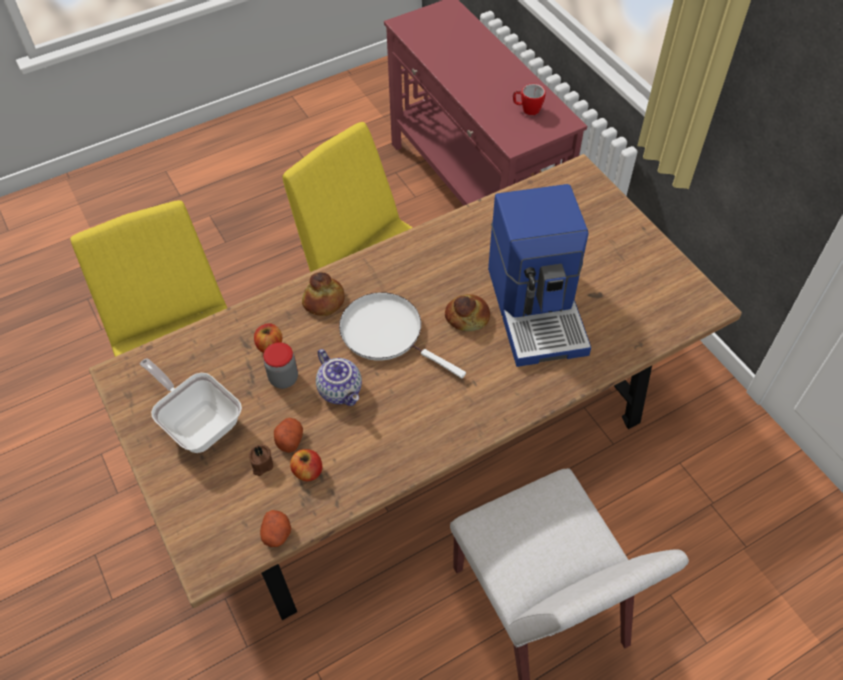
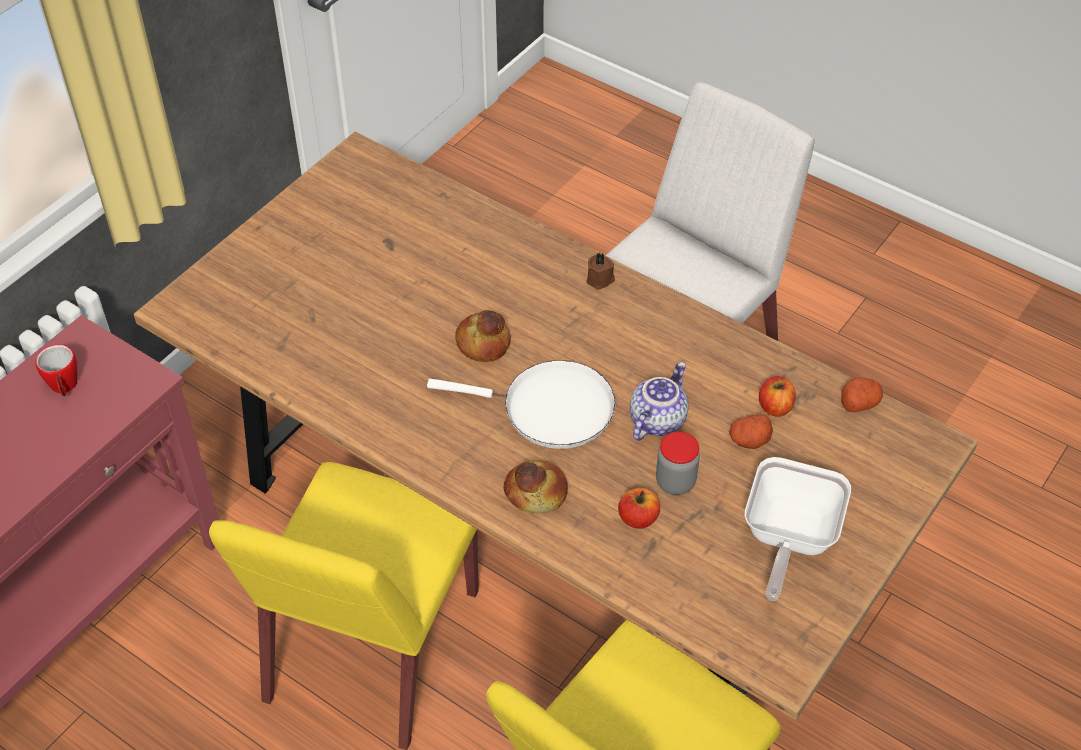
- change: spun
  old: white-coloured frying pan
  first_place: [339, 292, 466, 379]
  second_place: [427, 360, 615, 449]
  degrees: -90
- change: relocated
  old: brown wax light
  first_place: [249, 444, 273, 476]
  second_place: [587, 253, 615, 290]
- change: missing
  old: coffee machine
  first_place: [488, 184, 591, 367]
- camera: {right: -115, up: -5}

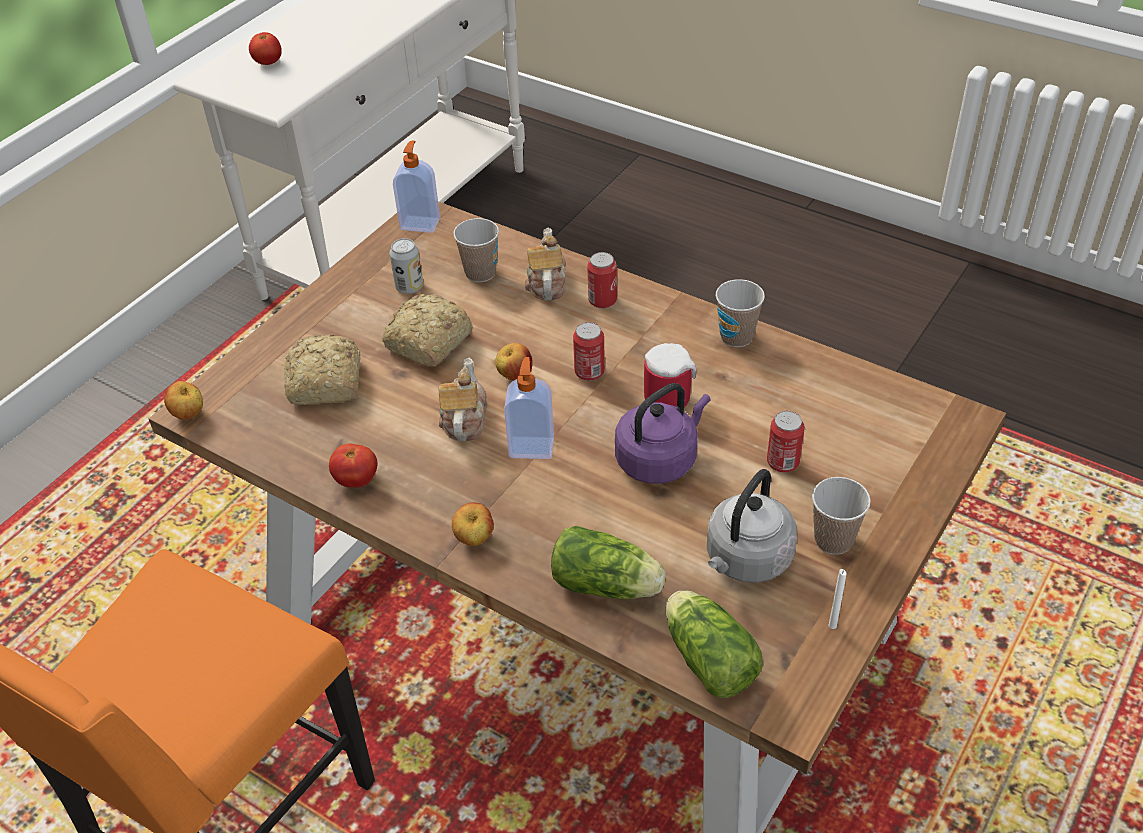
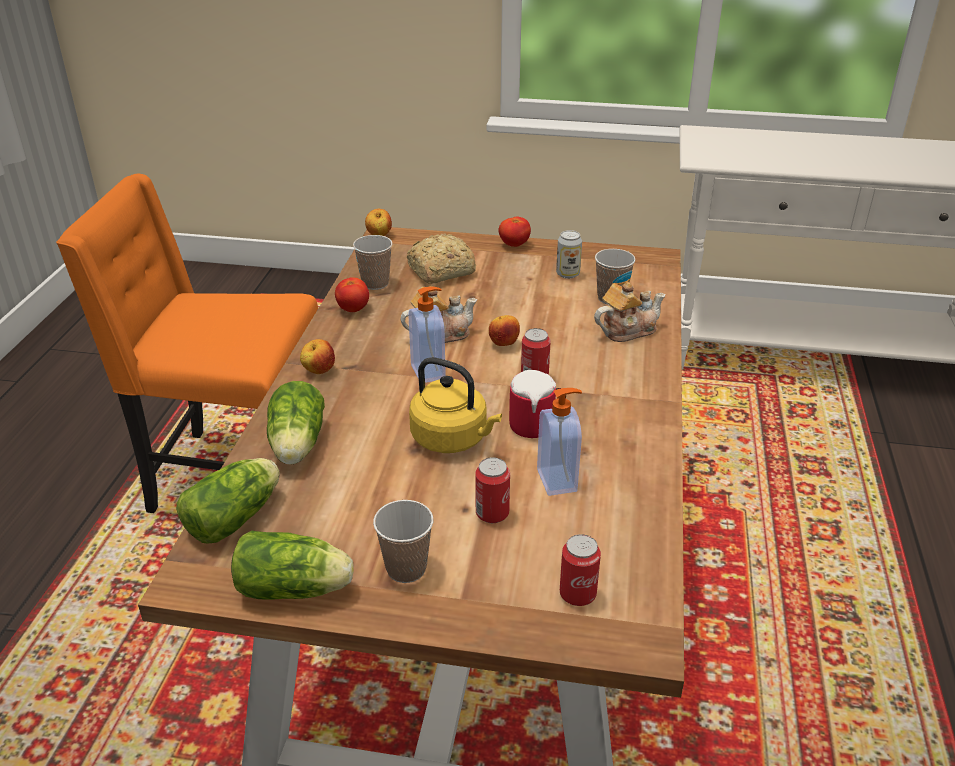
- change: exchanged
  old: white-coloured wax light
  new: head of lettuce
  first_place: [829, 569, 846, 629]
  second_place: [231, 531, 354, 600]
- change: relocated
  old: cup
  first_place: [716, 279, 765, 348]
  second_place: [353, 235, 393, 290]
- change: colour
  old: purple-coloured water kettle
  new: yellowish water kettle
  first_place: [615, 383, 710, 484]
  second_place: [409, 357, 502, 453]
- change: relocated
  old: tomato
  first_place: [249, 32, 282, 65]
  second_place: [498, 217, 531, 247]
- change: relocated
  old: liquid soap bottle
  first_place: [393, 141, 440, 233]
  second_place: [537, 388, 582, 496]
- change: relocated
  old: can
  first_place: [587, 252, 617, 308]
  second_place: [560, 534, 601, 606]
- change: missing
  old: bakery bread
  first_place: [382, 294, 473, 366]
- change: missing
  old: gray water kettle
  first_place: [707, 469, 797, 583]
- camera: {right: 65, up: -10}

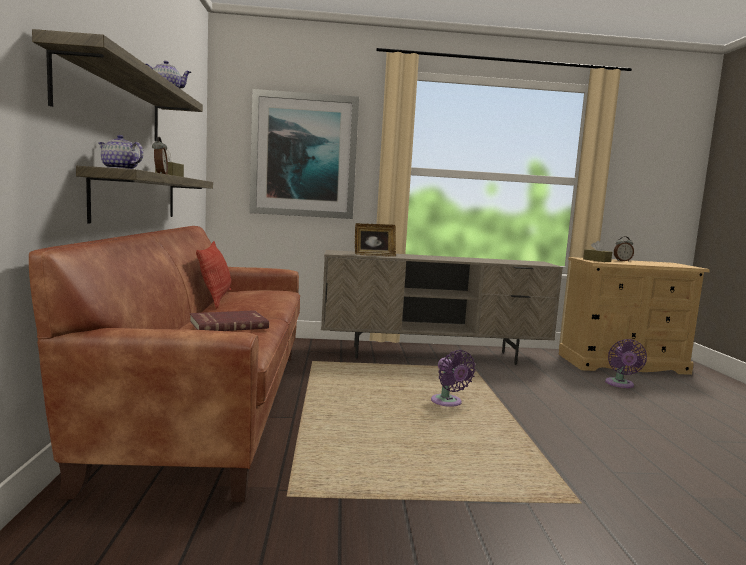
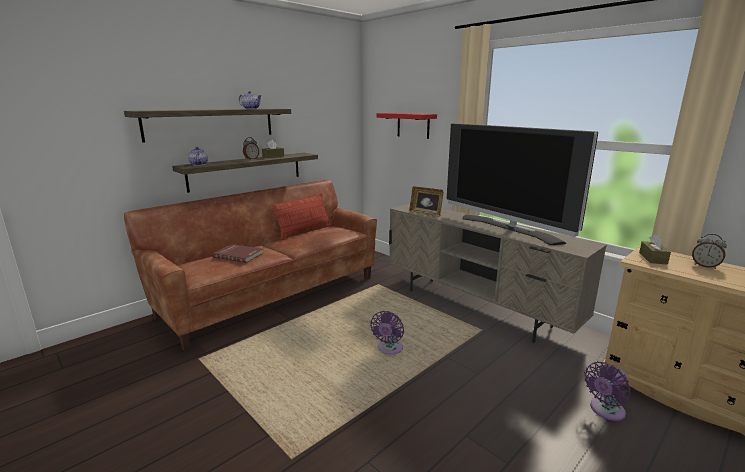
- change: exchanged
  old: picture
  new: red-coloured bracket shelf
  first_place: [249, 89, 359, 219]
  second_place: [376, 113, 437, 139]
- change: appeared
  new: television
  second_place: [447, 123, 598, 245]
- camera: {right: 50, up: 10}

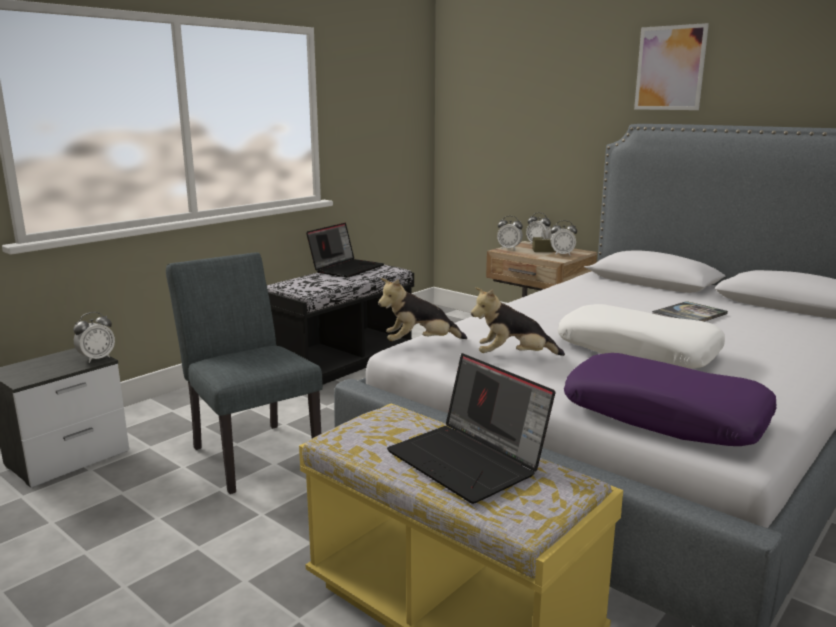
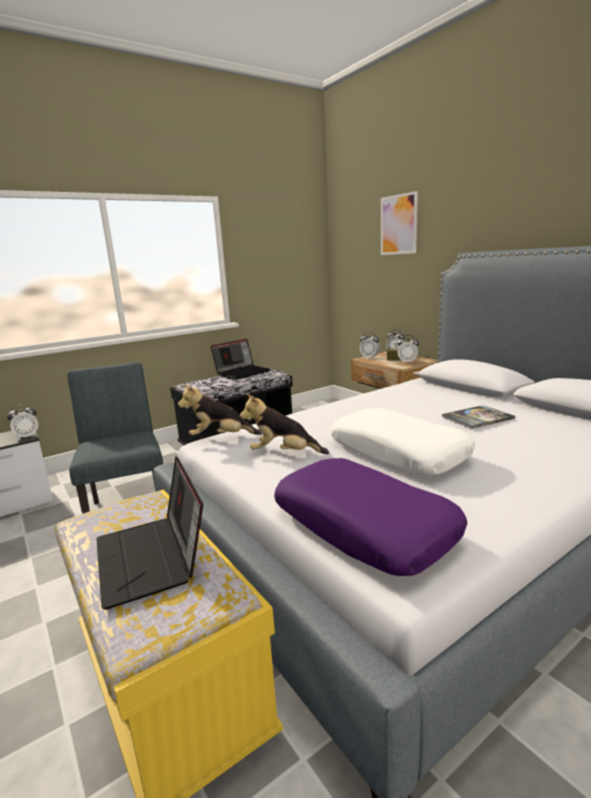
- change: relocated
  old: picture
  first_place: [634, 23, 709, 110]
  second_place: [381, 191, 418, 255]
- camera: {right: 15, up: 0}

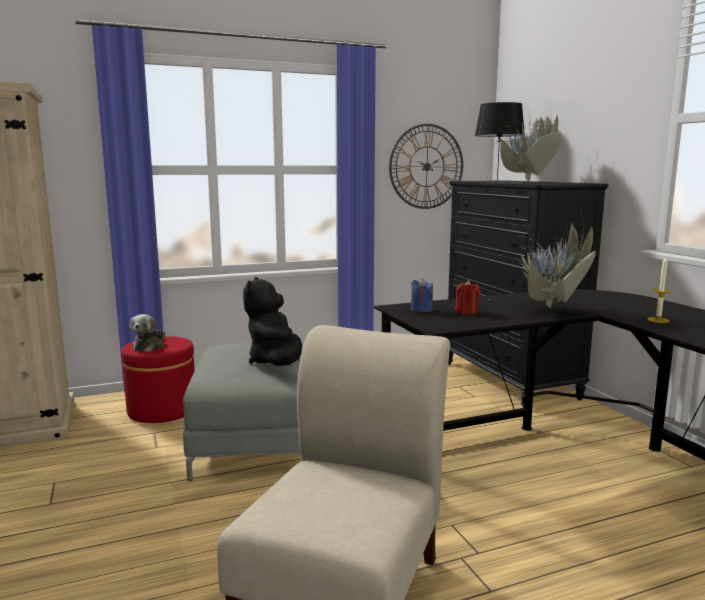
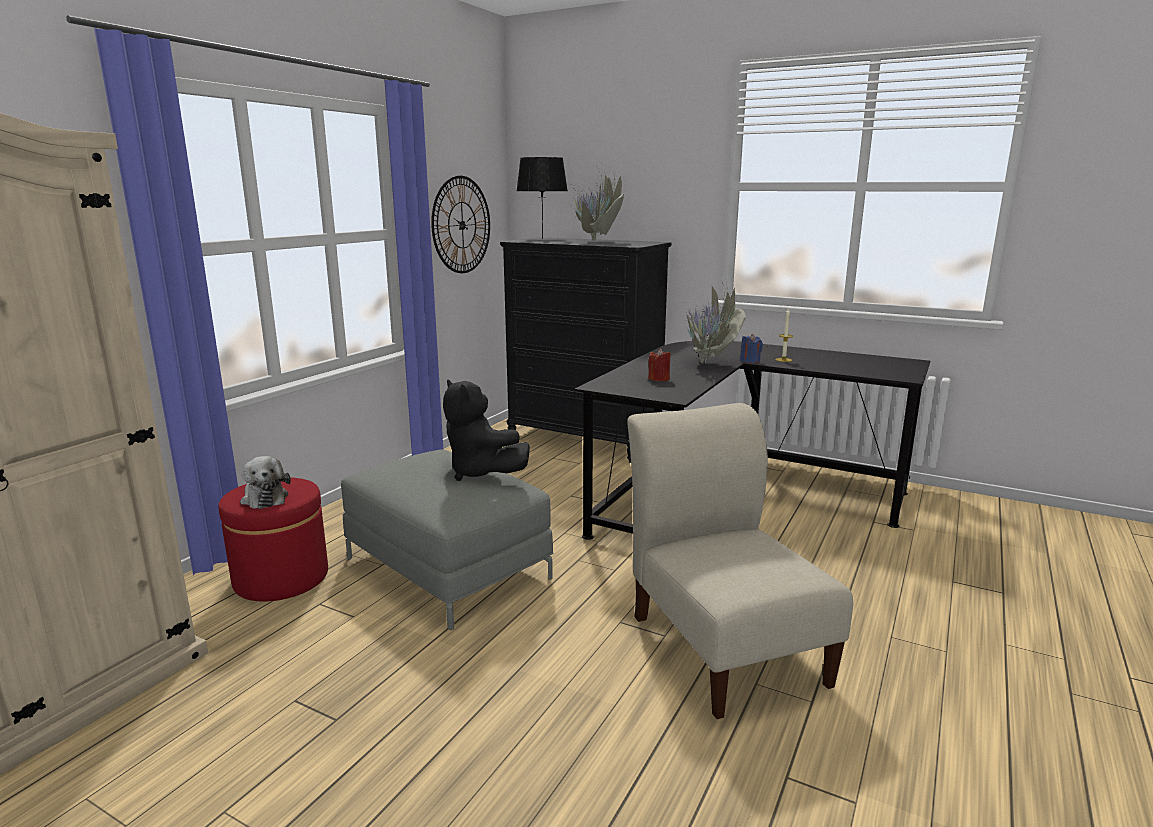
- change: relocated
  old: blue-coloured wax light
  first_place: [411, 278, 433, 313]
  second_place: [740, 334, 763, 364]
- camera: {right: -40, up: 5}

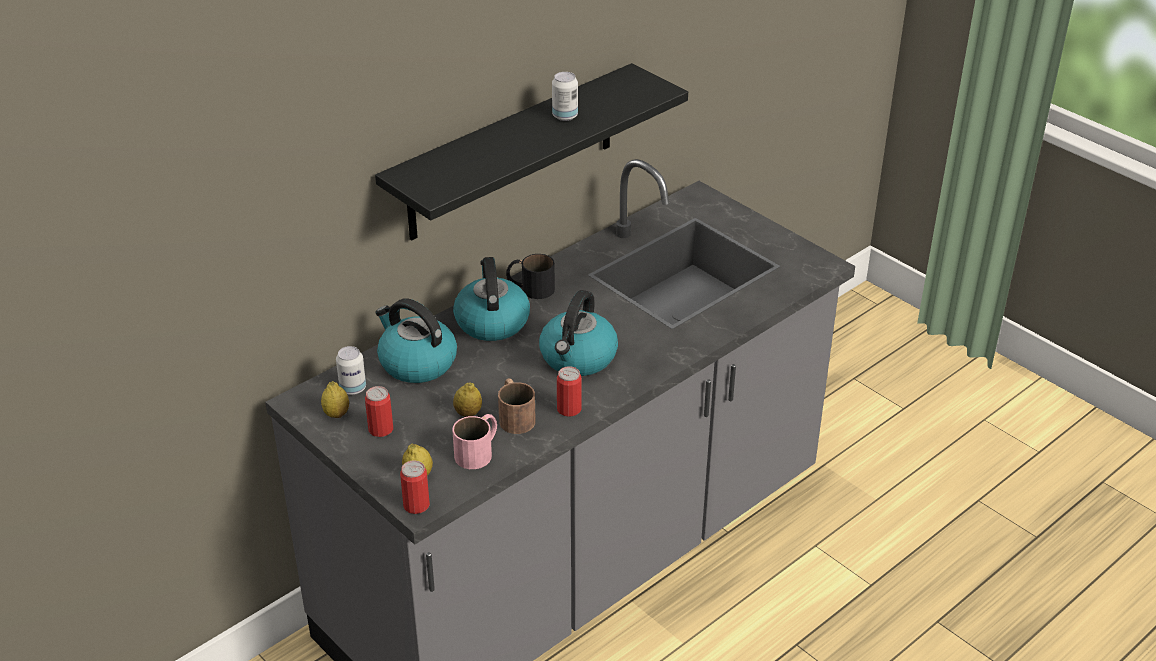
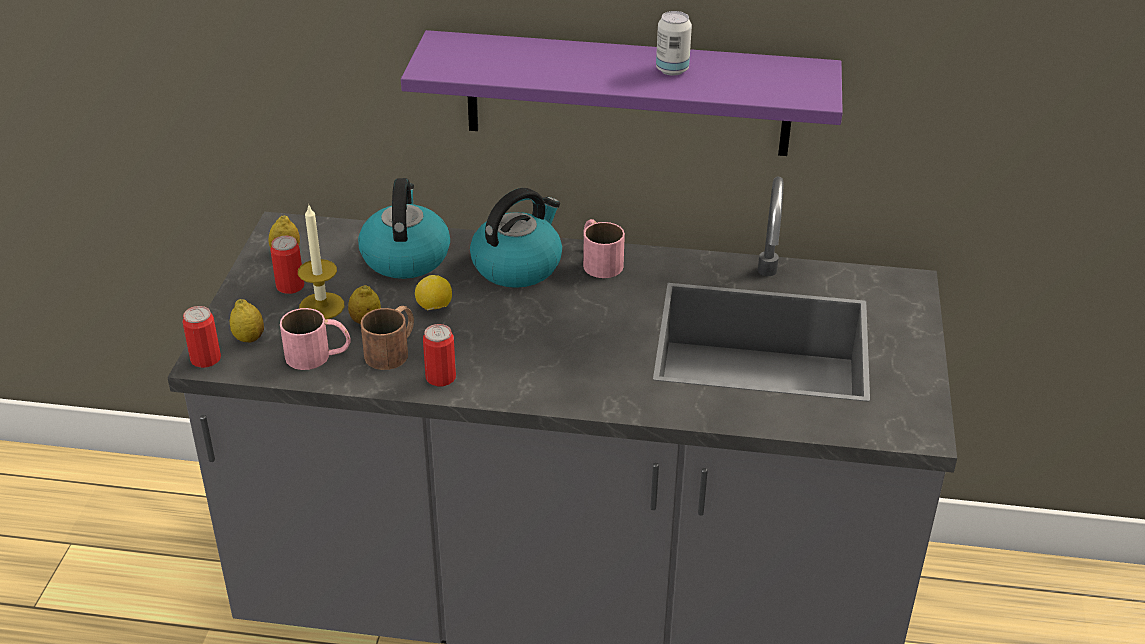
- change: appeared
  new: wax light
  second_place: [298, 204, 345, 320]
- change: colour
  old: black-coloured bracket shelf
  new: purple-coloured bracket shelf
  first_place: [375, 63, 688, 241]
  second_place: [401, 30, 843, 156]
- change: appeared
  new: whole lemon
  second_place: [415, 275, 452, 310]
- change: colour
  old: black-coloured mug
  new: pink-coloured mug
  first_place: [506, 254, 555, 299]
  second_place: [583, 219, 625, 278]
- change: missing
  old: can
  first_place: [336, 346, 366, 395]
- change: missing
  old: water kettle
  first_place: [539, 290, 618, 376]
- camera: {right: 50, up: 0}

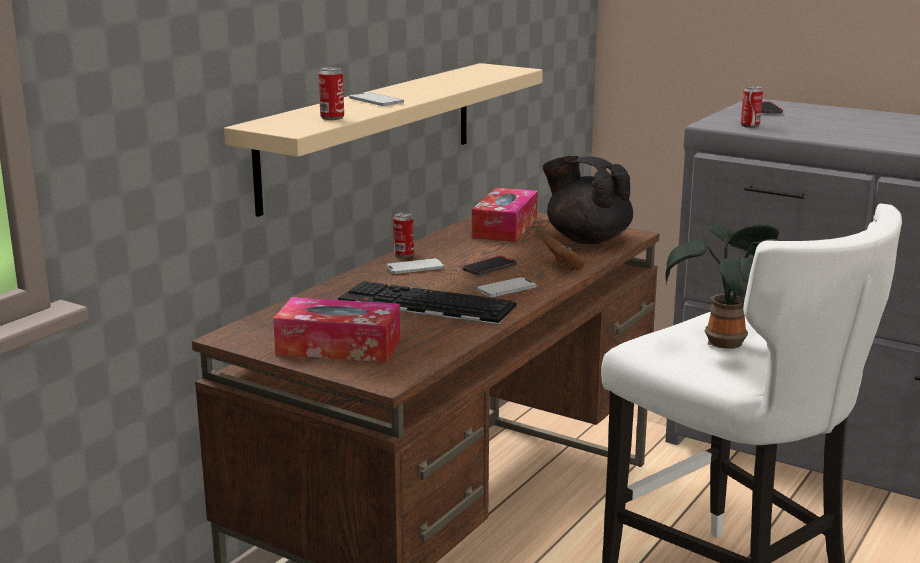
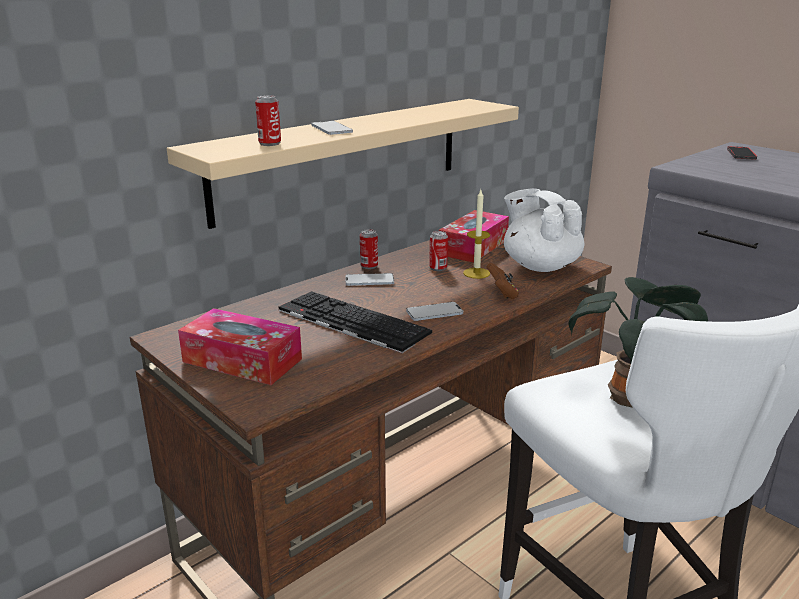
- change: relocated
  old: can
  first_place: [741, 86, 763, 128]
  second_place: [429, 231, 448, 271]
- change: appeared
  new: wax light
  second_place: [463, 190, 490, 279]
- change: colour
  old: black-coloured tea pot
  new: white-coloured tea pot
  first_place: [543, 156, 633, 244]
  second_place: [504, 188, 584, 272]
- change: missing
  old: handset
  first_place: [463, 256, 517, 276]
- camera: {right: 15, up: 5}

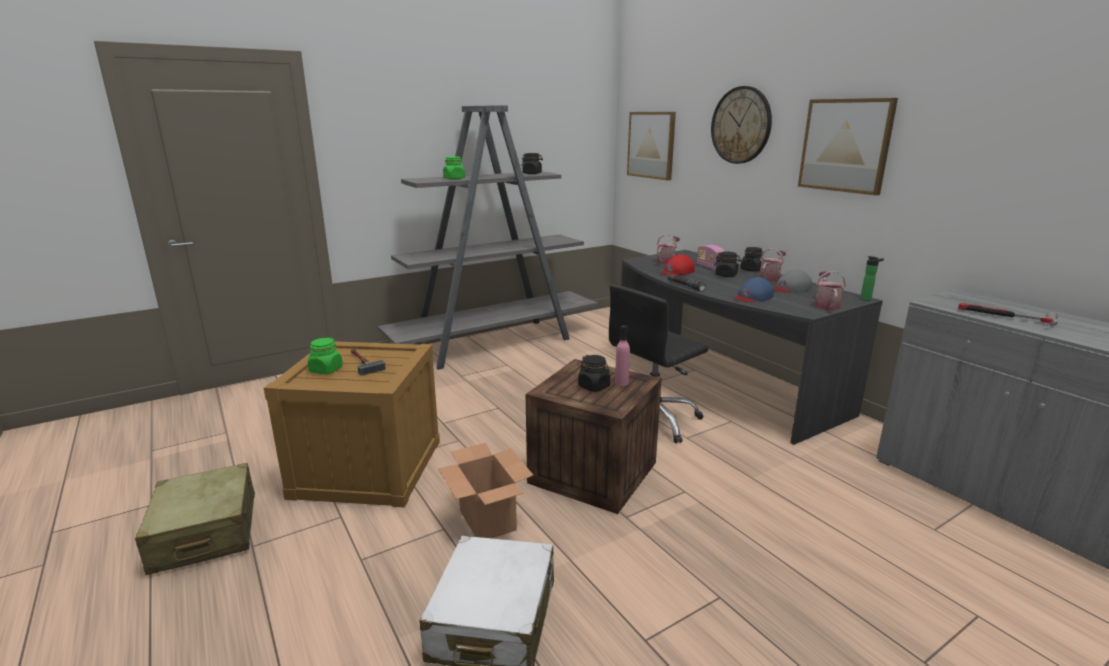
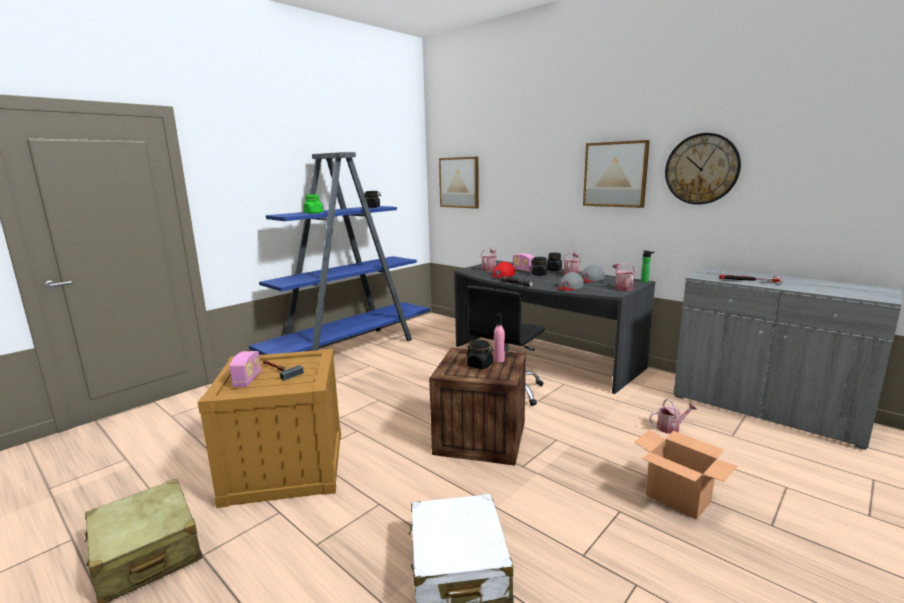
- change: exchanged
  old: green-coloured jar
  new: radio
  first_place: [308, 337, 343, 374]
  second_place: [229, 351, 261, 387]
- change: colour
  old: gray shelving unit
  new: blue-coloured shelving unit
  first_place: [378, 106, 598, 370]
  second_place: [249, 152, 430, 355]
- change: colour
  old: blue-coloured cap
  new: gray cap
  first_place: [734, 277, 774, 302]
  second_place: [558, 272, 584, 291]
- change: relocated
  old: cardboard box
  first_place: [438, 443, 534, 538]
  second_place: [634, 430, 737, 519]
- change: appeared
  new: watering can
  second_place: [649, 399, 697, 434]
- change: relocated
  old: clock on the wall
  first_place: [711, 86, 772, 164]
  second_place: [665, 133, 741, 205]
- camera: {right: -15, up: -5}

